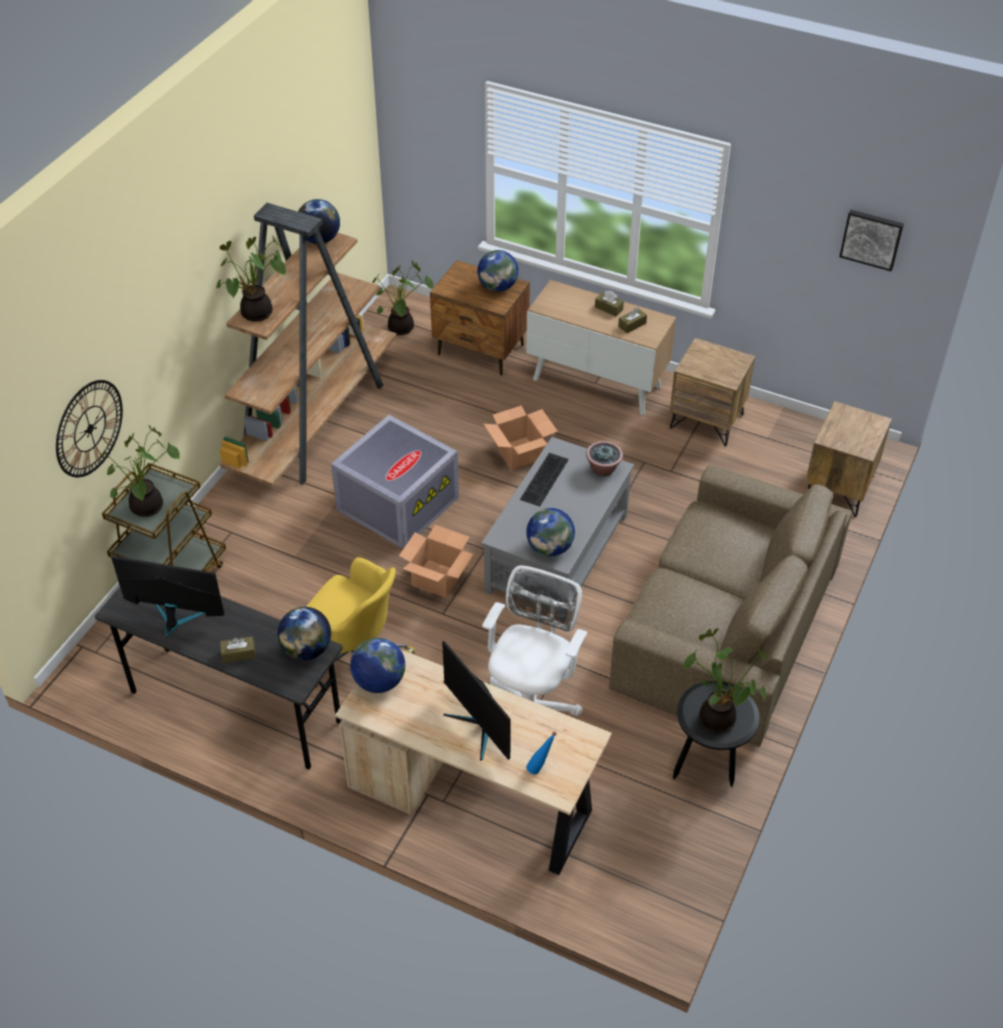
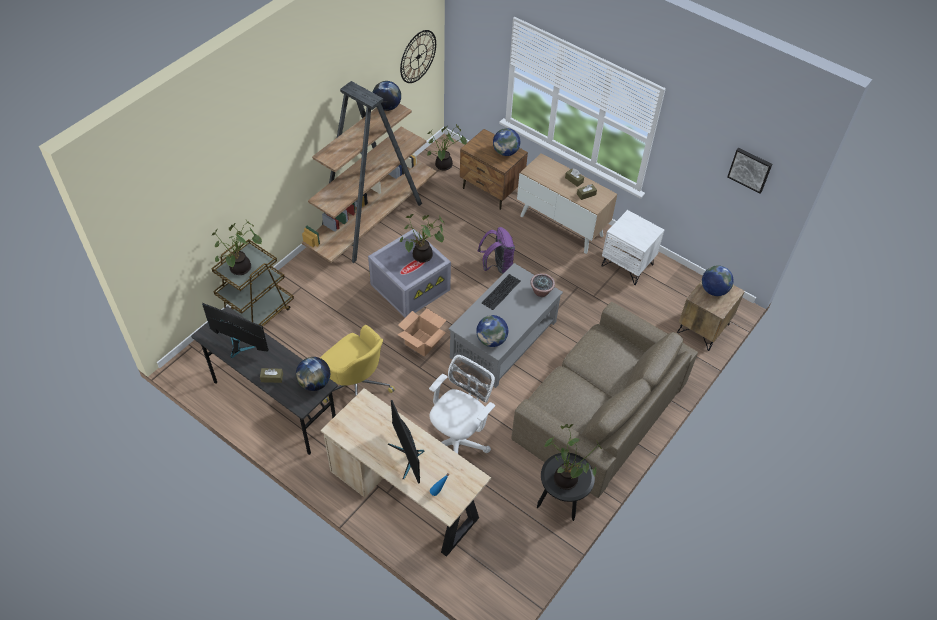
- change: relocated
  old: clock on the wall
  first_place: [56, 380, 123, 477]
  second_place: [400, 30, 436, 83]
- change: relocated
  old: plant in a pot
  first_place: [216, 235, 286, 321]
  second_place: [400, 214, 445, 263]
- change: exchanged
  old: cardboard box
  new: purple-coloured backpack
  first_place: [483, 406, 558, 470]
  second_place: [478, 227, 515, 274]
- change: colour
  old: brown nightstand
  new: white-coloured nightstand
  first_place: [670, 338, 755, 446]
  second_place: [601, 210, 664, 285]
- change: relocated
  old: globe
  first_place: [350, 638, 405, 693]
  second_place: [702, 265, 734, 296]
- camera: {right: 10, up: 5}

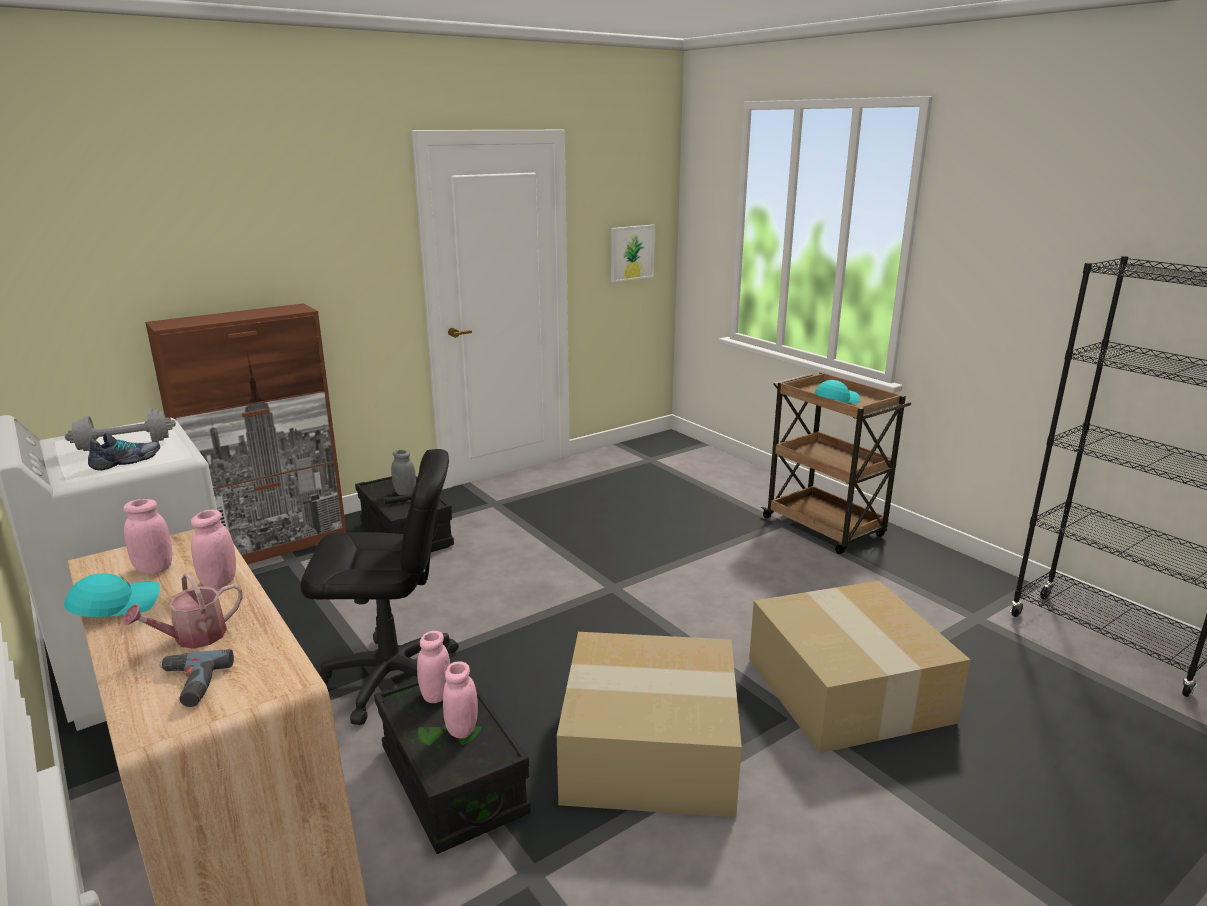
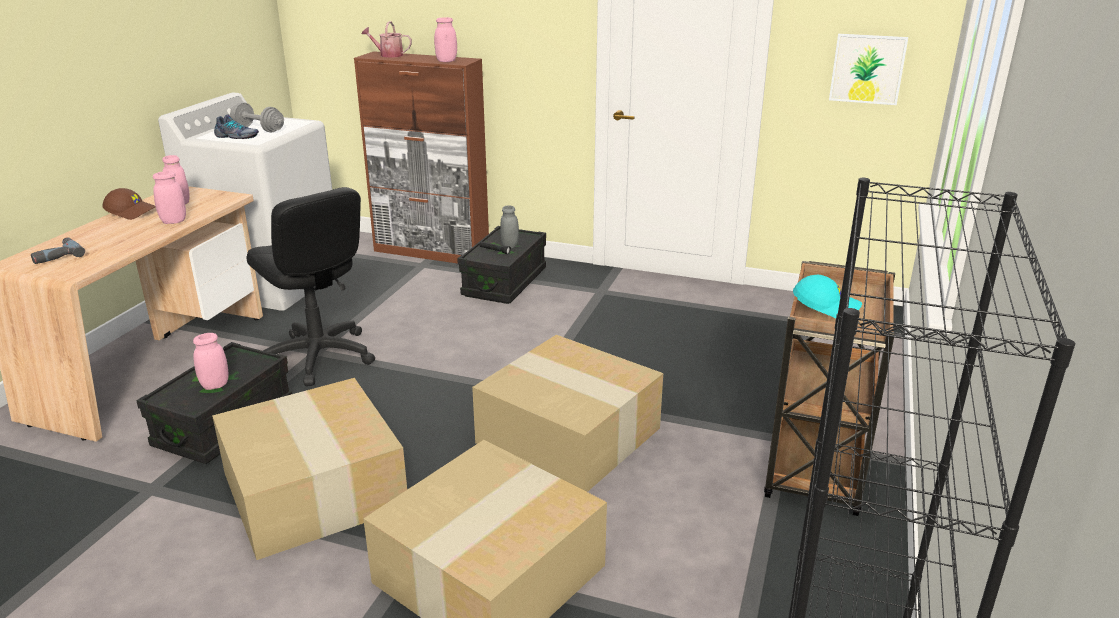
- change: colour
  old: turquoise cap
  new: brown cap
  first_place: [64, 573, 160, 617]
  second_place: [103, 188, 156, 220]
- change: relocated
  old: watering can
  first_place: [123, 573, 243, 649]
  second_place: [361, 21, 412, 58]
- change: relocated
  old: pink-coloured jar
  first_place: [417, 631, 450, 703]
  second_place: [434, 17, 457, 62]
- change: appeared
  new: cardboard box
  second_place: [472, 335, 663, 492]
- camera: {right: 55, up: 5}

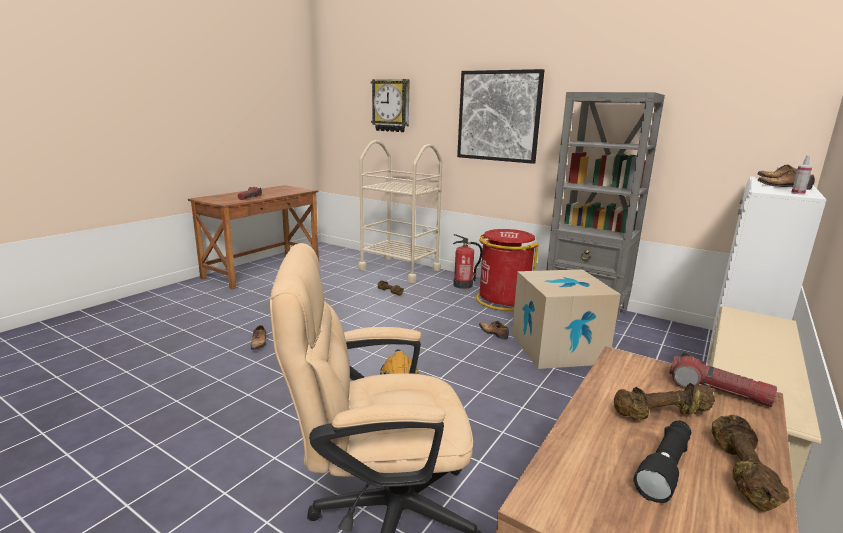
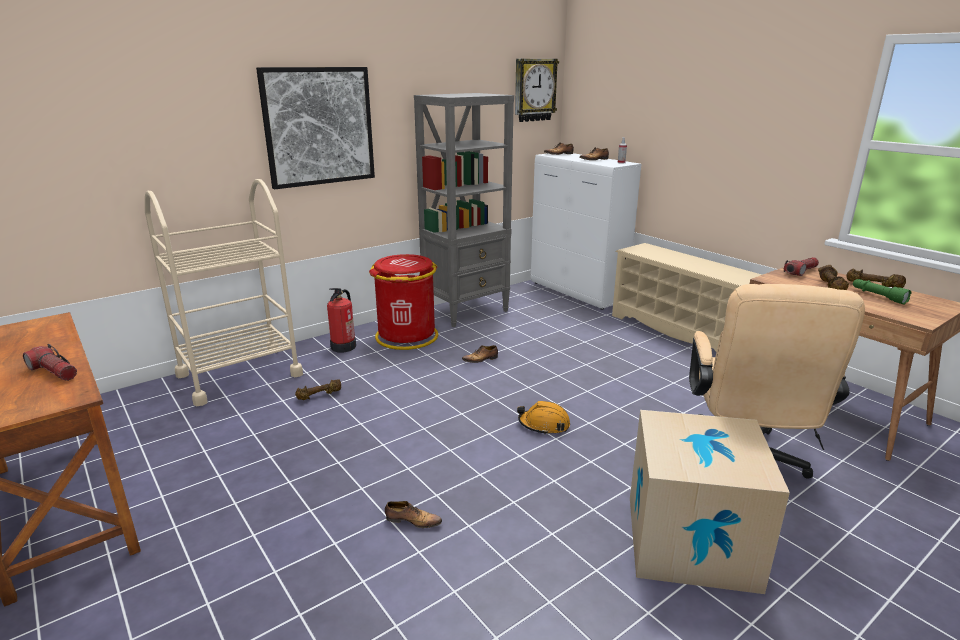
- change: relocated
  old: clock on the wall
  first_place: [371, 79, 410, 132]
  second_place: [515, 59, 559, 122]
- change: relocated
  old: cardboard box
  first_place: [512, 269, 621, 369]
  second_place: [630, 410, 790, 594]
- change: colour
  old: black-coloured torch
  new: green-coloured torch
  first_place: [634, 421, 691, 503]
  second_place: [853, 279, 912, 304]
- camera: {right: -70, up: 5}

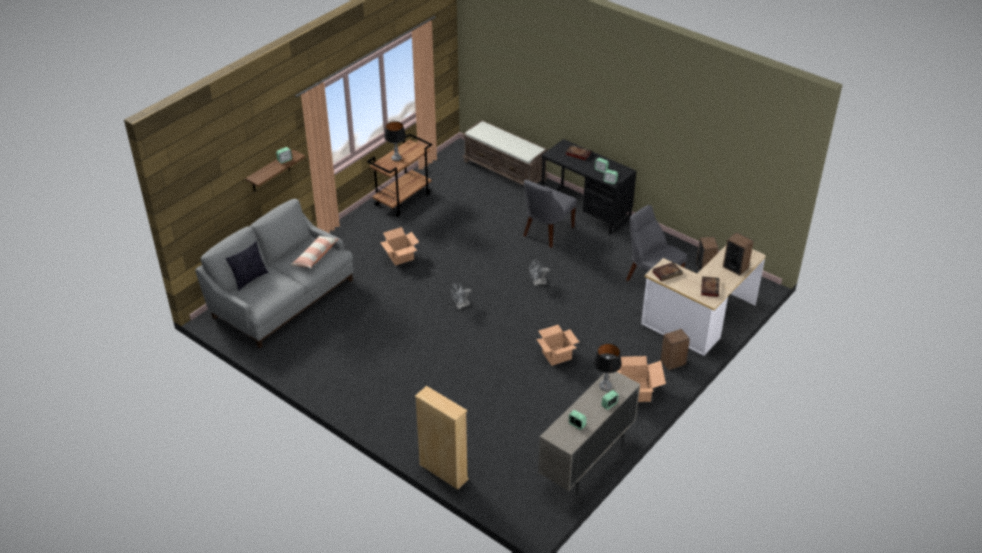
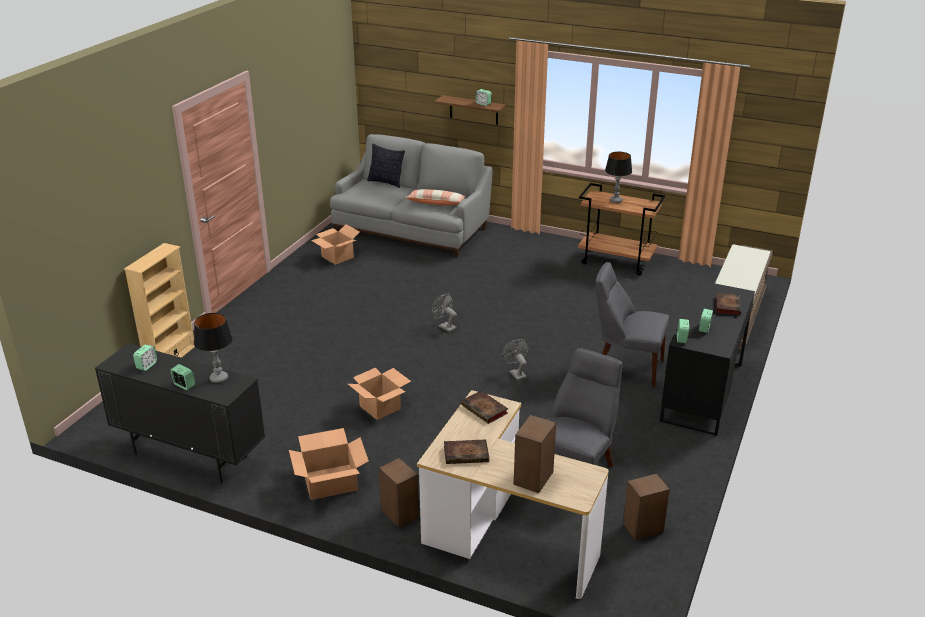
- change: colour
  old: beige cabinet
  new: black-coloured cabinet
  first_place: [538, 371, 640, 494]
  second_place: [95, 343, 265, 483]
- change: relocated
  old: cardboard box
  first_place: [380, 227, 419, 266]
  second_place: [311, 224, 360, 265]
- camera: {right: 75, up: -10}

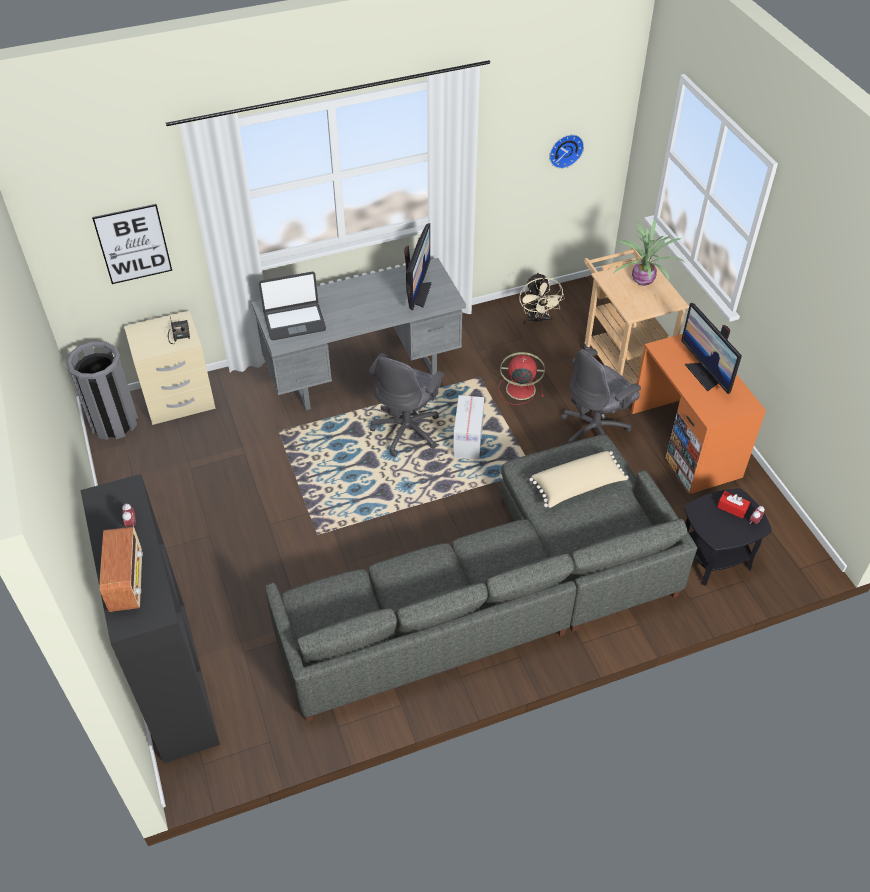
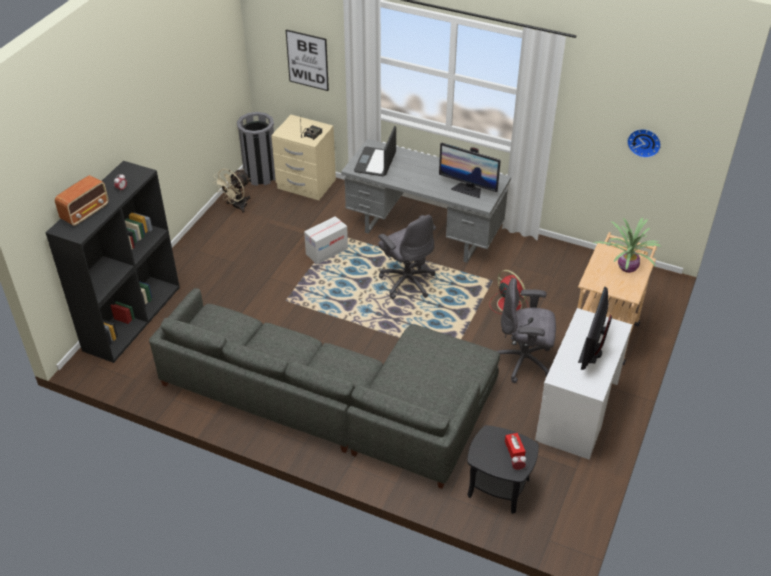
- change: relocated
  old: beige electric fan
  first_place: [519, 272, 565, 324]
  second_place: [213, 169, 251, 213]
- change: relocated
  old: cardboard box
  first_place: [453, 395, 484, 460]
  second_place: [304, 216, 348, 264]
- change: spun
  old: portable computer
  first_place: [259, 272, 326, 340]
  second_place: [354, 126, 396, 176]
  degrees: 75
- change: spun
  old: gray office chair
  first_place: [369, 353, 444, 457]
  second_place: [378, 215, 436, 299]
  degrees: -105
- change: spun
  old: computer screen
  first_place: [404, 223, 432, 310]
  second_place: [439, 143, 501, 198]
  degrees: 60
- change: colour
  old: orange desk unit
  new: white-coloured desk unit
  first_place: [631, 334, 766, 494]
  second_place: [535, 308, 632, 460]
- change: missing
  old: beige cushion
  first_place: [529, 451, 629, 508]
- camera: {right: 45, up: -5}

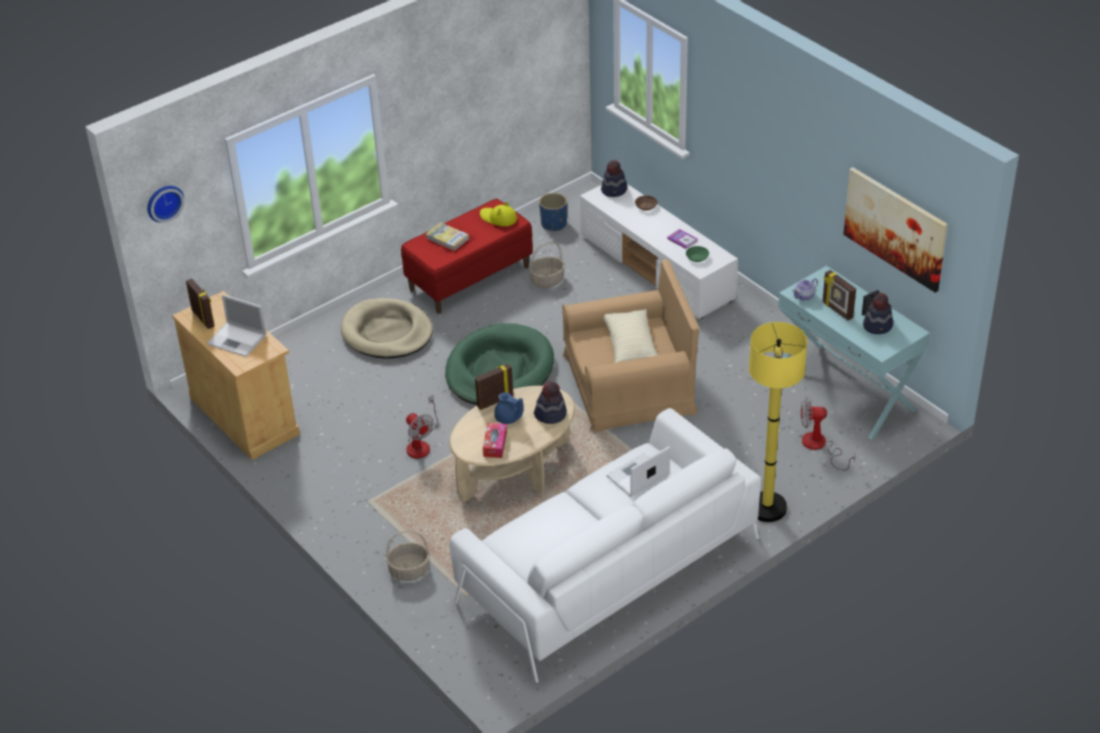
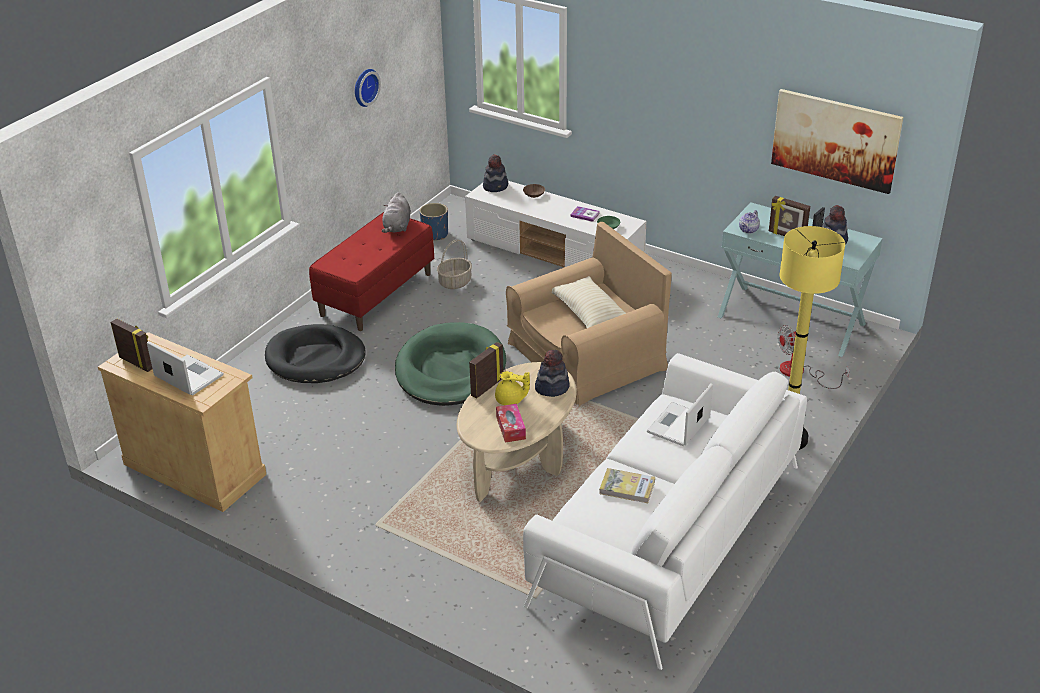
- change: spun
  old: portable computer
  first_place: [207, 294, 266, 357]
  second_place: [147, 341, 223, 396]
  degrees: -150
- change: colour
  old: beige dog cushion
  new: black-coloured dog cushion
  first_place: [341, 298, 433, 359]
  second_place: [265, 324, 366, 383]
- change: relocated
  old: clock on the wall
  first_place: [147, 186, 184, 223]
  second_place: [355, 69, 381, 107]
- change: exchanged
  old: yellowish wearable hat
  new: gray soft toy
  first_place: [480, 202, 517, 226]
  second_place: [382, 192, 411, 233]
- change: colour
  old: blue-coloured tea pot
  new: yellowish tea pot
  first_place: [494, 392, 524, 424]
  second_place: [495, 371, 530, 405]
- change: relocated
  old: volume
  first_place: [426, 222, 469, 251]
  second_place: [599, 468, 655, 503]
- change: missing
  old: storage basket
  first_place: [386, 531, 430, 581]
- change: missing
  old: electric fan
  first_place: [406, 395, 438, 459]
- camera: {right: -20, up: -5}

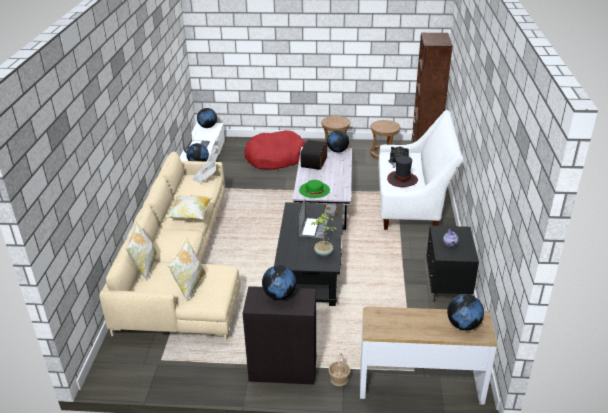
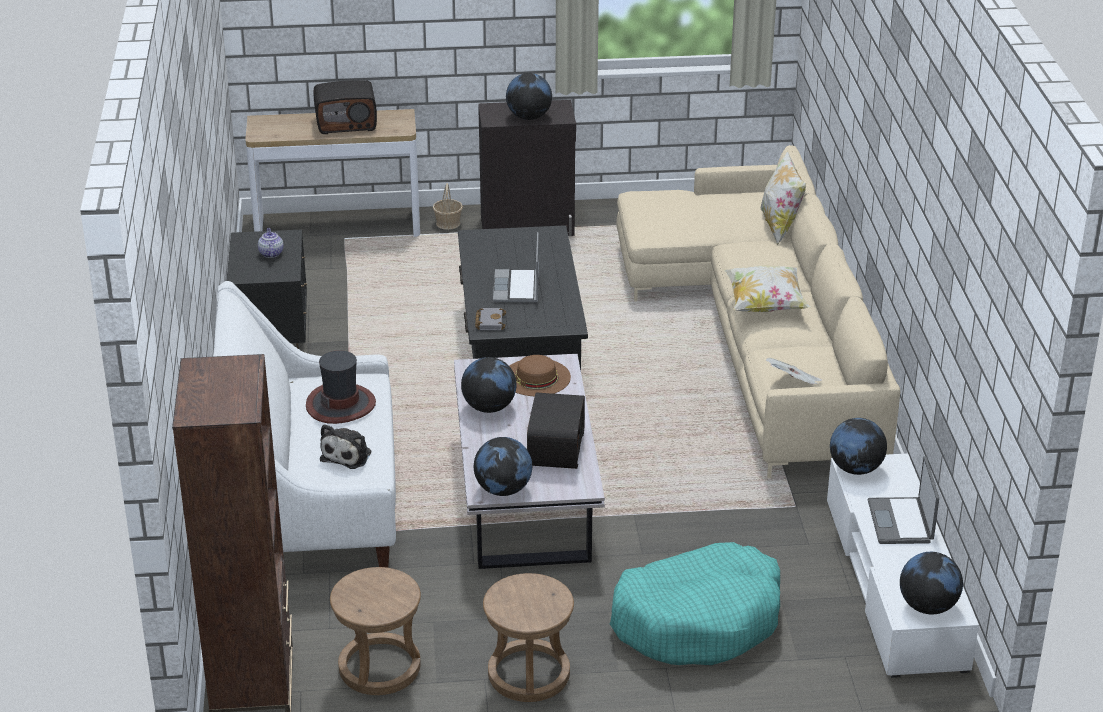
- change: appeared
  new: radio
  second_place: [314, 80, 377, 134]
- change: relocated
  old: globe
  first_place: [447, 294, 484, 330]
  second_place: [461, 357, 517, 413]
- change: colour
  old: green-coloured wearable hat
  new: brown wearable hat
  first_place: [299, 180, 330, 198]
  second_place: [510, 355, 571, 396]
- change: colour
  old: red-coloured dog cushion
  new: turquoise dog cushion
  first_place: [244, 130, 305, 170]
  second_place: [610, 542, 780, 665]
- change: missing
  old: cushion
  first_place: [168, 239, 205, 302]
- change: missing
  old: plant in a pot
  first_place: [311, 212, 337, 257]
- camera: {right: 170, up: 0}

